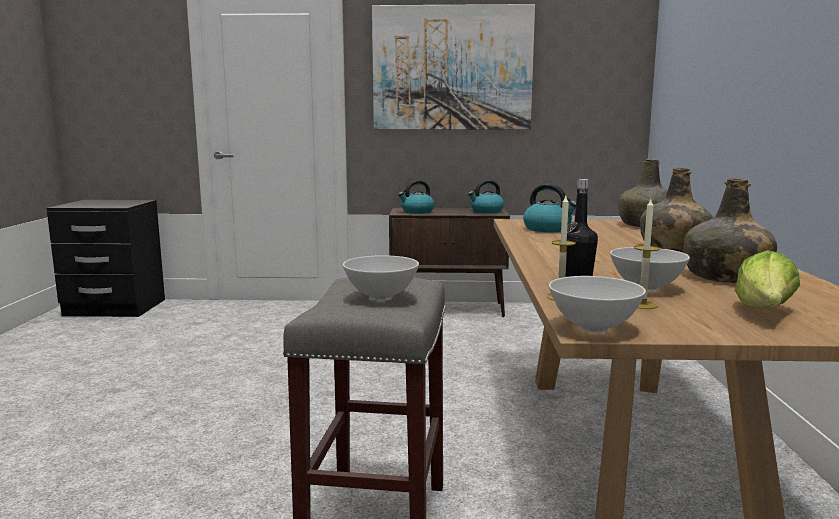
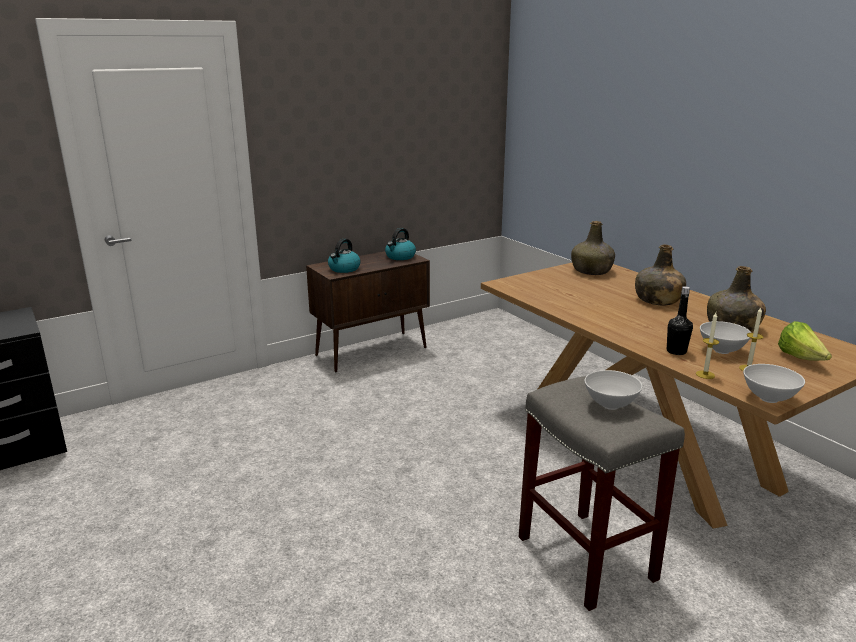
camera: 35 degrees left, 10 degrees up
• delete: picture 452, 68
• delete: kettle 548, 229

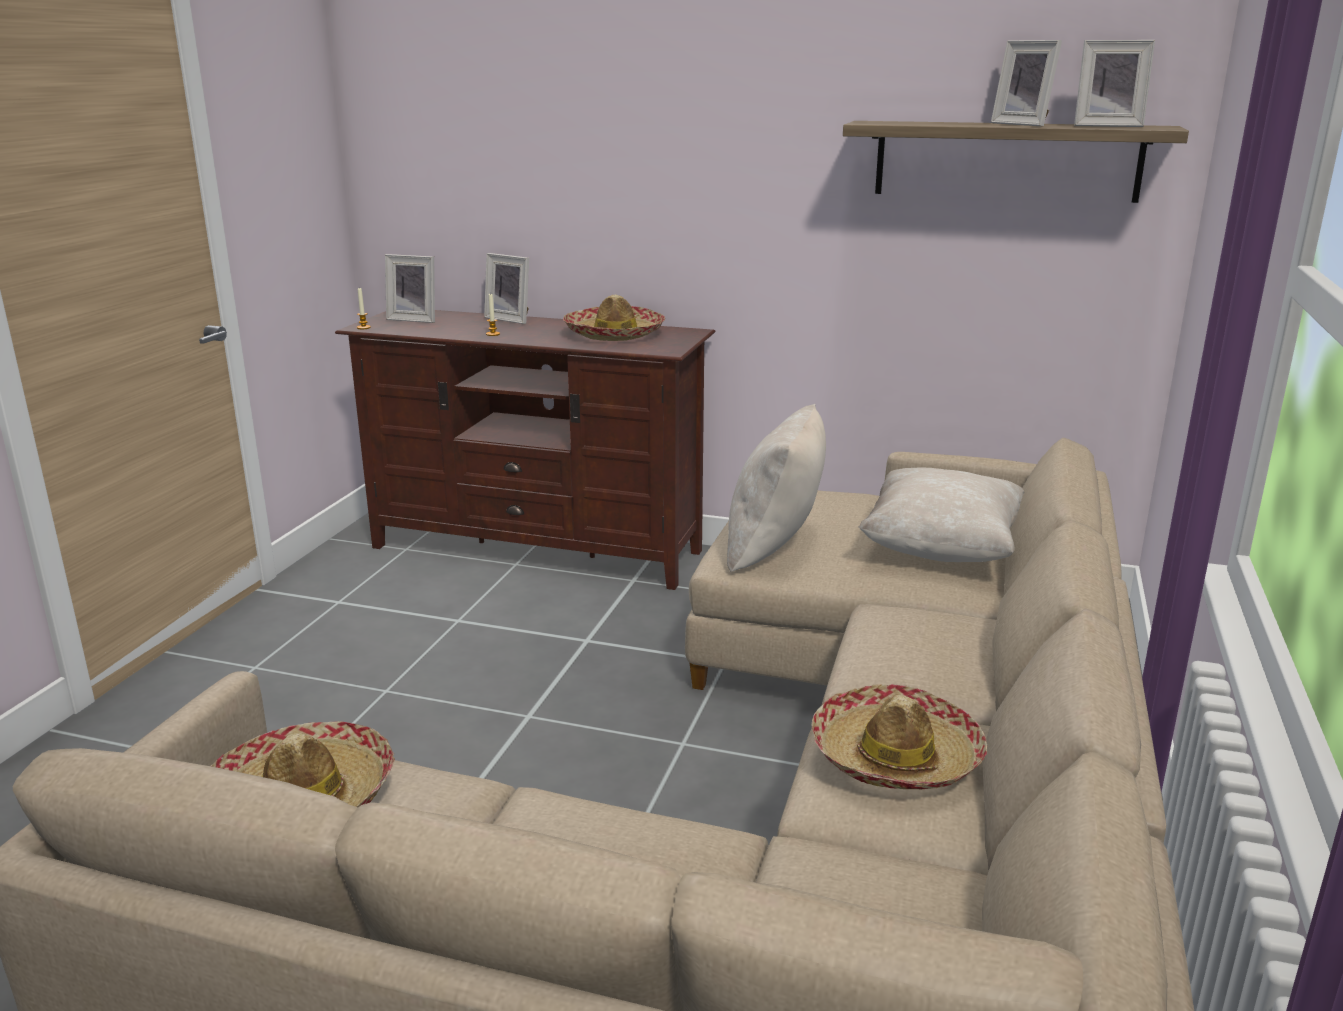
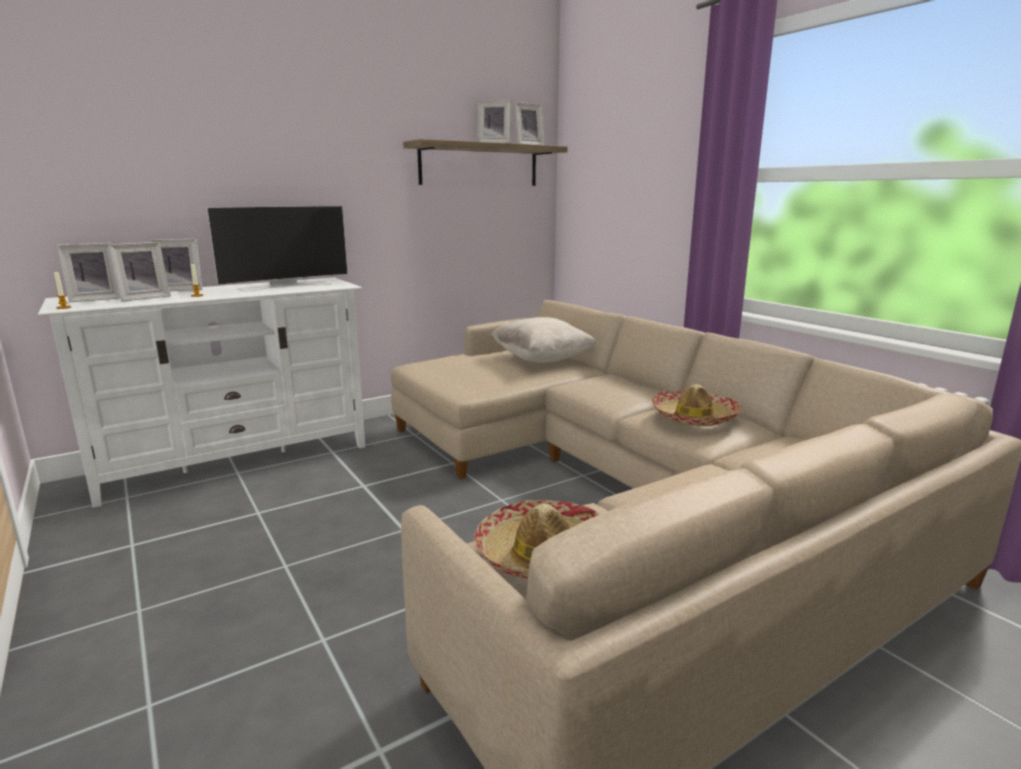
camera: 50 degrees left, 5 degrees down
• replace: hat 614, 334 to television 285, 285
• recolor: brown tv stand 538, 549 to white tv stand 237, 461
• delete: beige pillow 774, 548
• insert: picture frame 144, 298

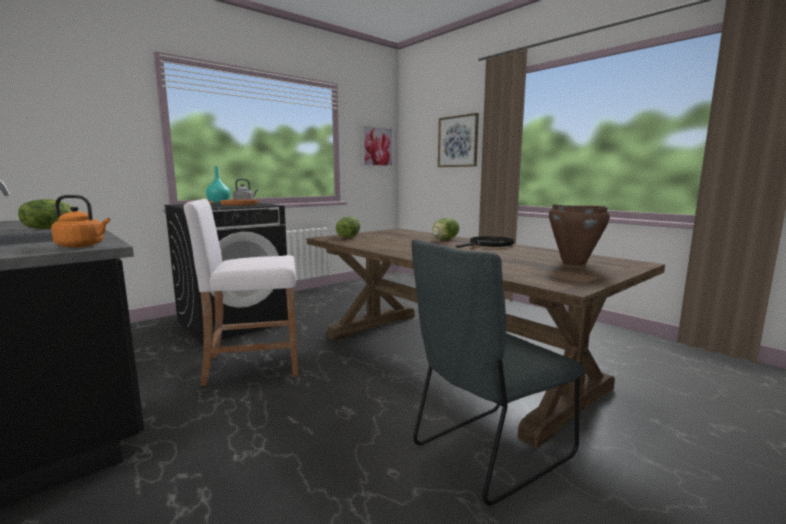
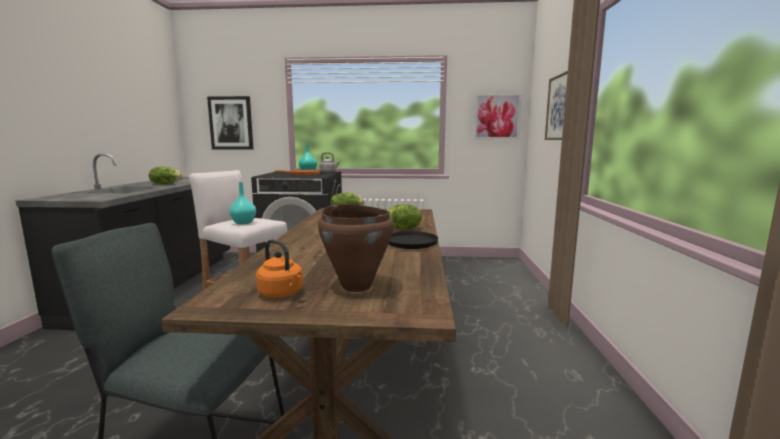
camera: 45 degrees right, 0 degrees up
• move: orange kettle 83, 246 to 282, 294
• insert: picture 231, 123
• insert: turquoise vase 244, 223

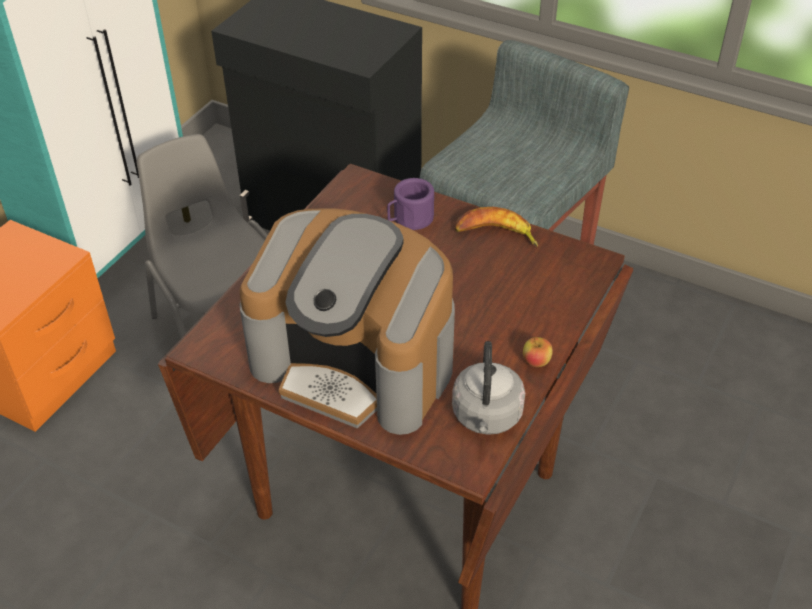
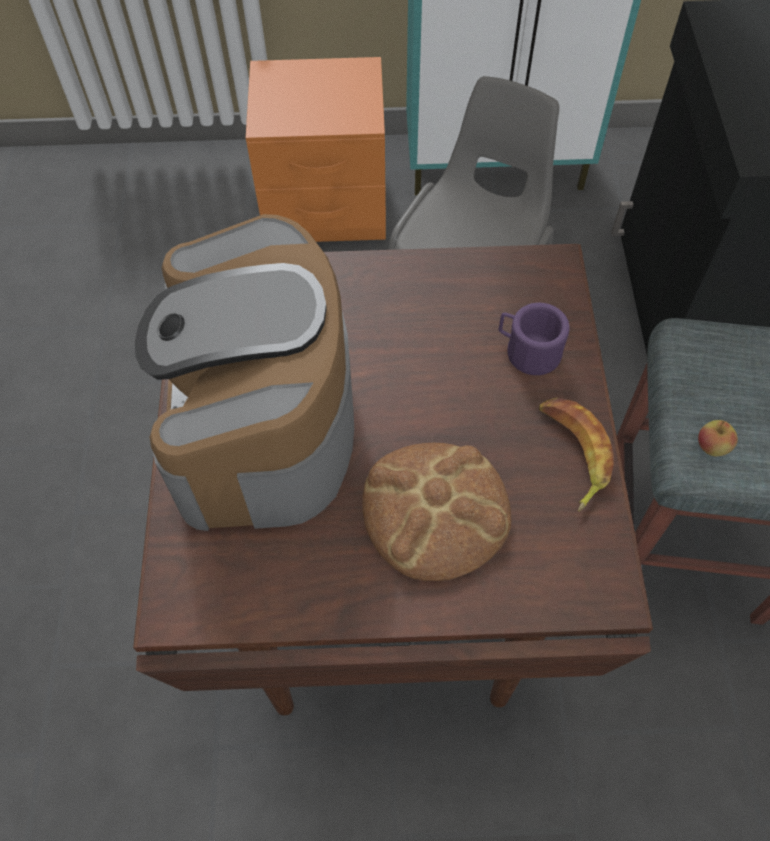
camera: 60 degrees right, 15 degrees up
• move: apple 536, 362 to 711, 446
• delete: grey kettle 486, 417
• insert: bread 435, 510

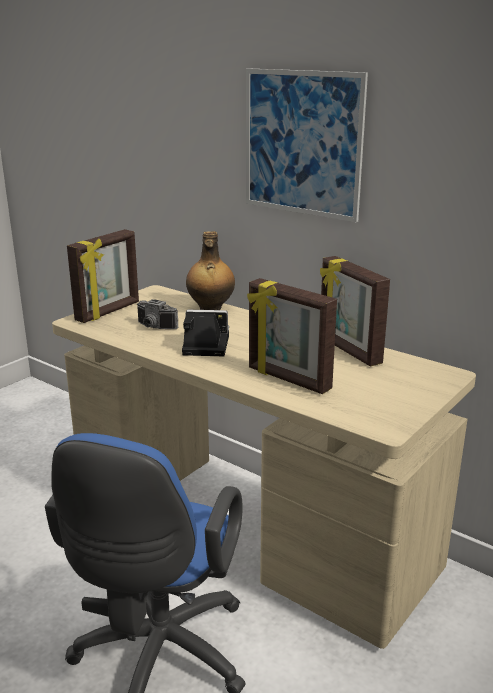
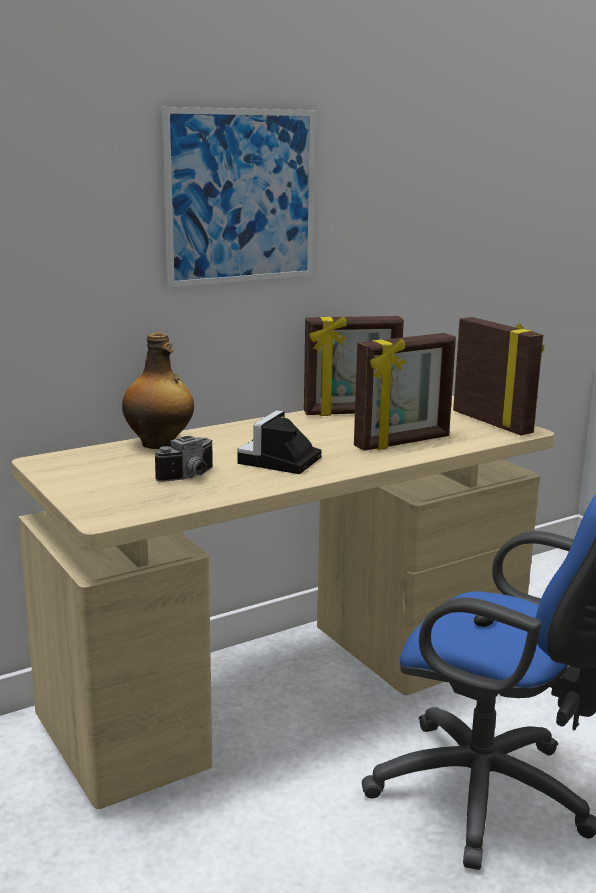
camera: 70 degrees left, 5 degrees down
• move: picture frame 108, 312 to 493, 422

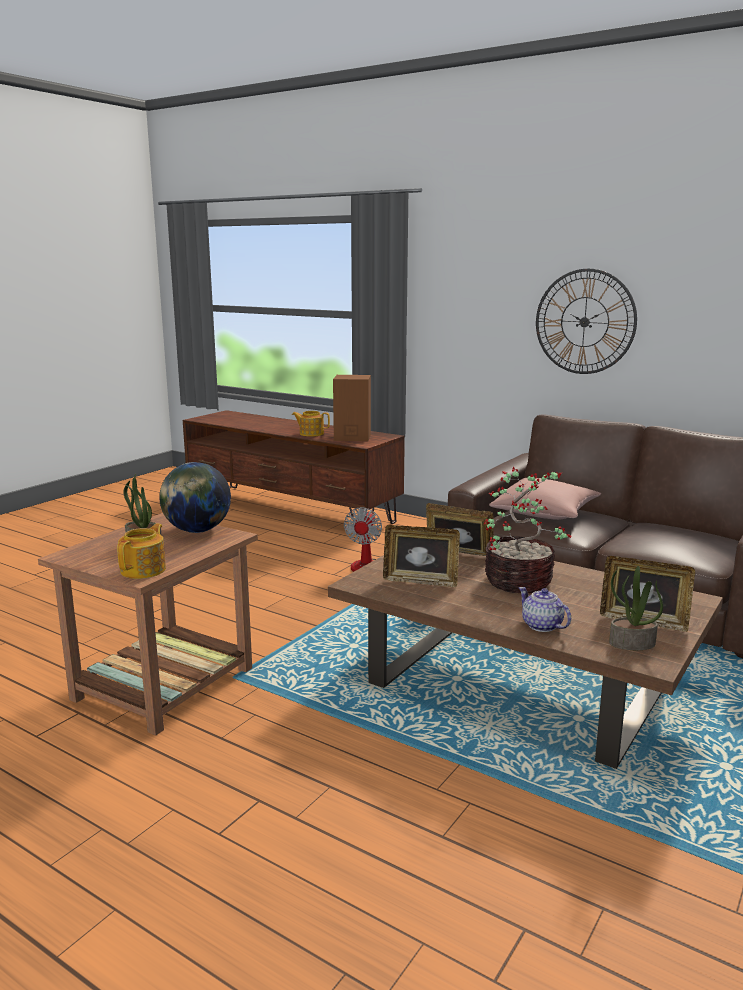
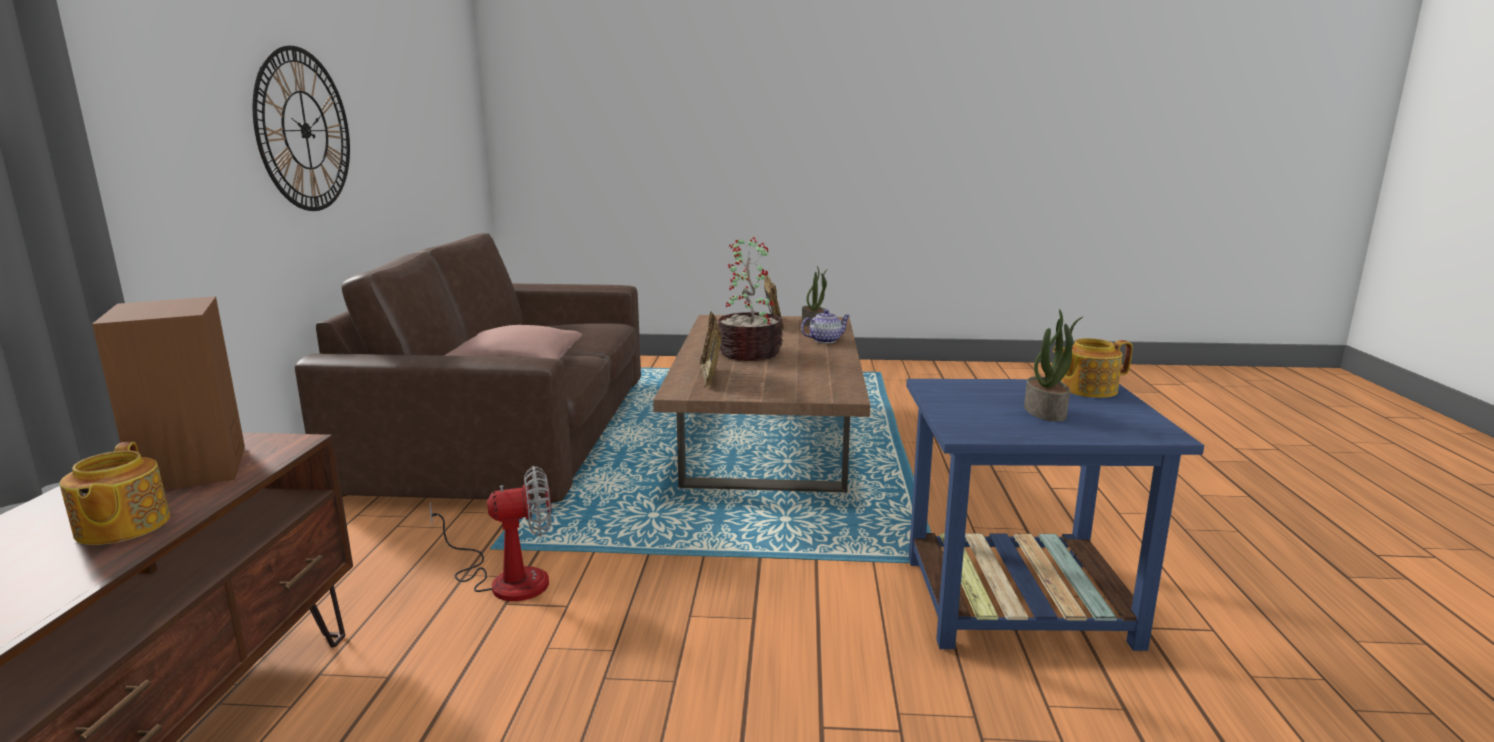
camera: 120 degrees left, 0 degrees up
• delete: globe 197, 531
• recolor: brown side table 162, 685 to blue side table 1020, 600
• delete: picture frame 420, 581
• rotate: teapot 542, 626 = 824, 340 135 degrees counterclockwise

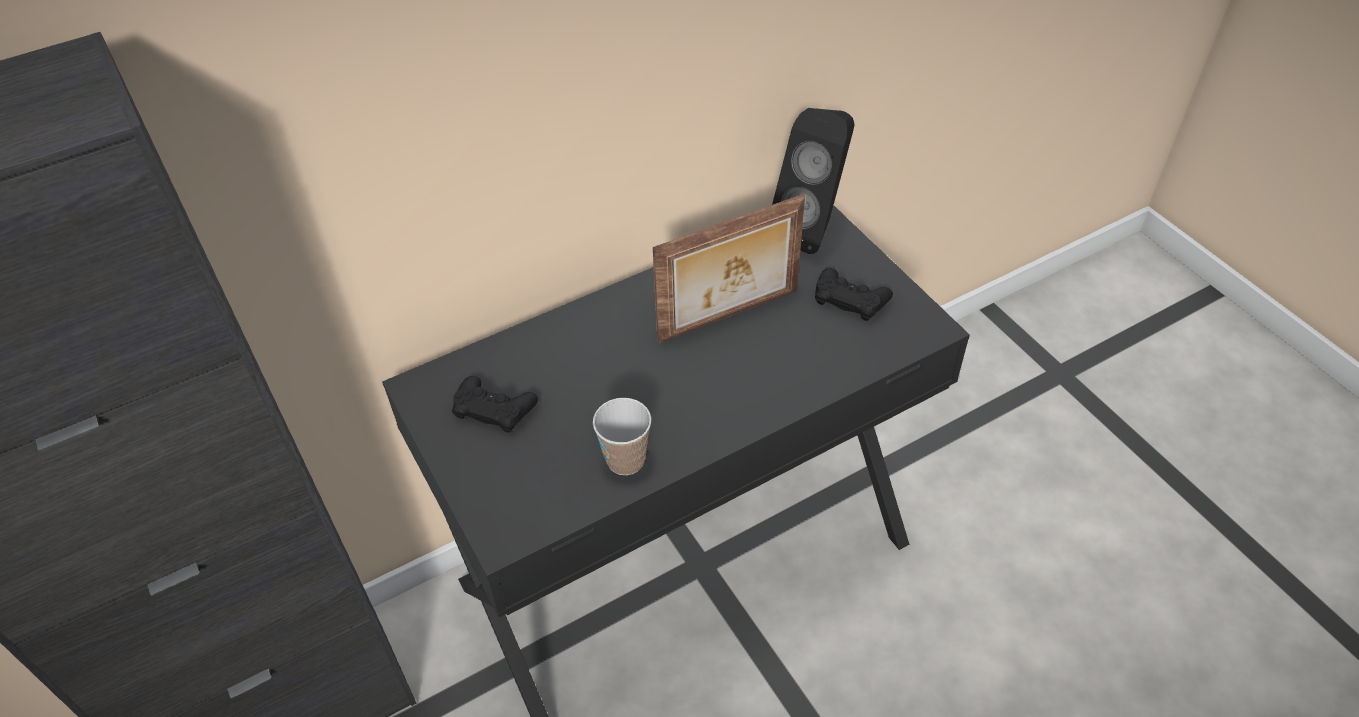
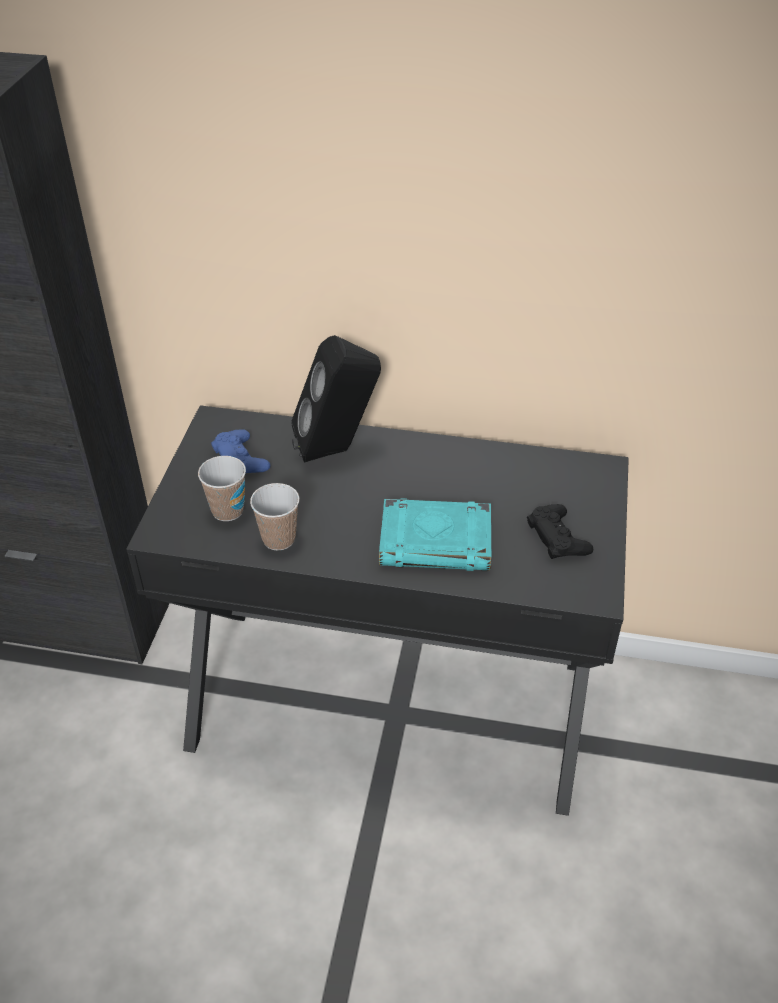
camera: 40 degrees right, 5 degrees down
• move: black speaker 812, 229 to 337, 450
• delete: picture frame 729, 317
• recolor: black game controller 494, 408 to blue game controller 240, 459
• insert: cup 227, 510
• insert: turquoise book 437, 542

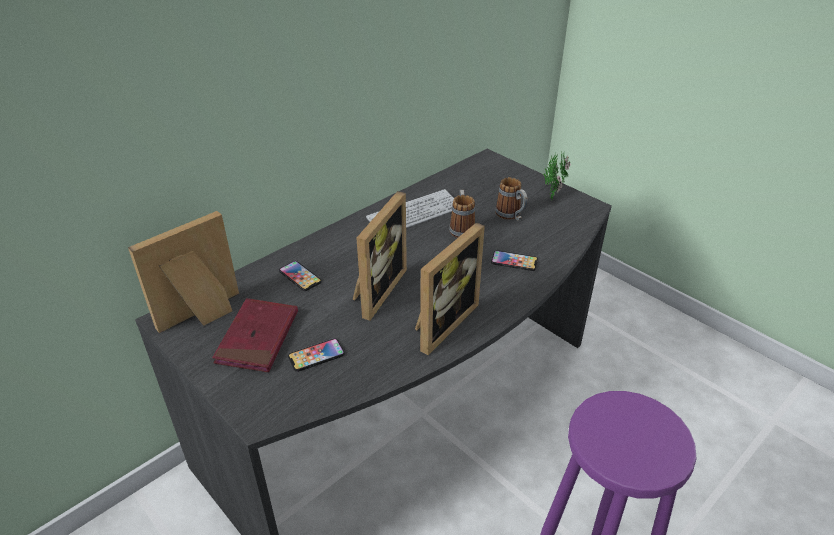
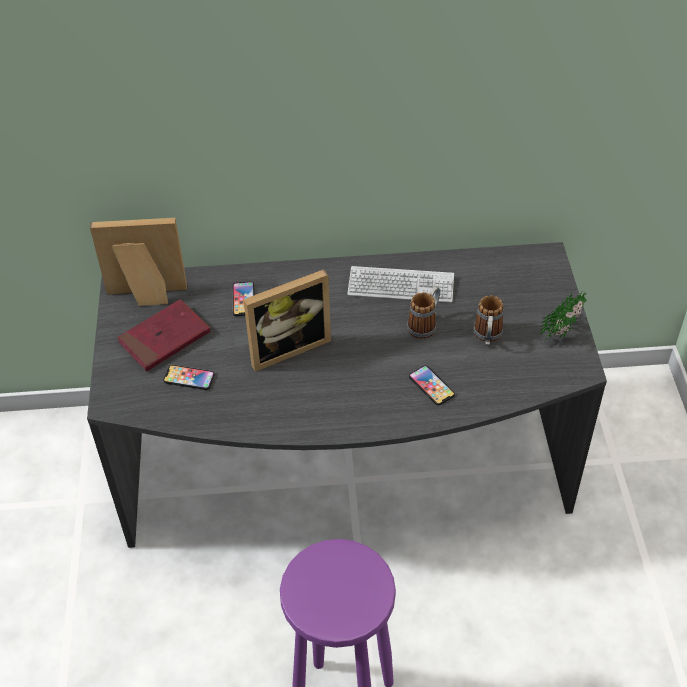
camera: 40 degrees right, 10 degrees up
• delete: picture frame 441, 323

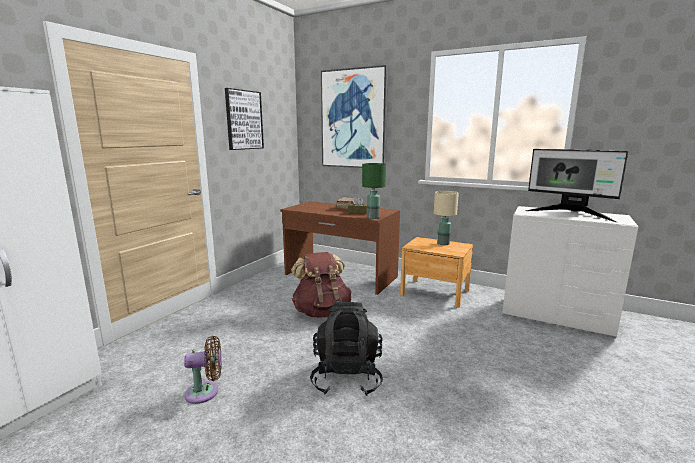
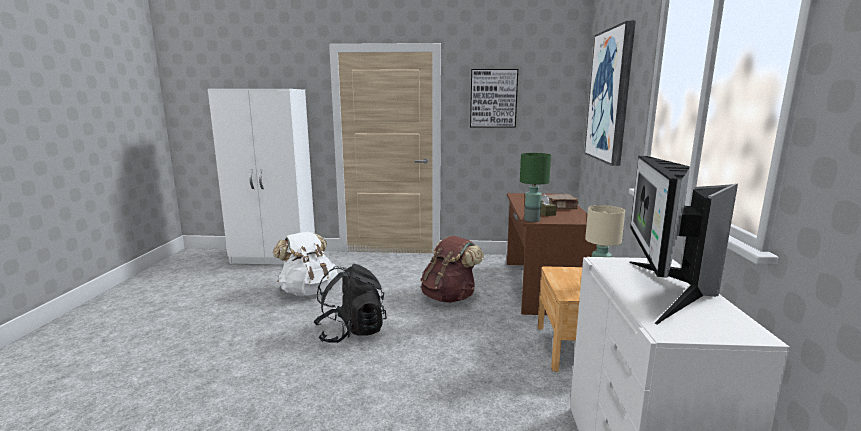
camera: 65 degrees right, 0 degrees up
• replace: brown fan 206, 392 to white backpack 308, 291

